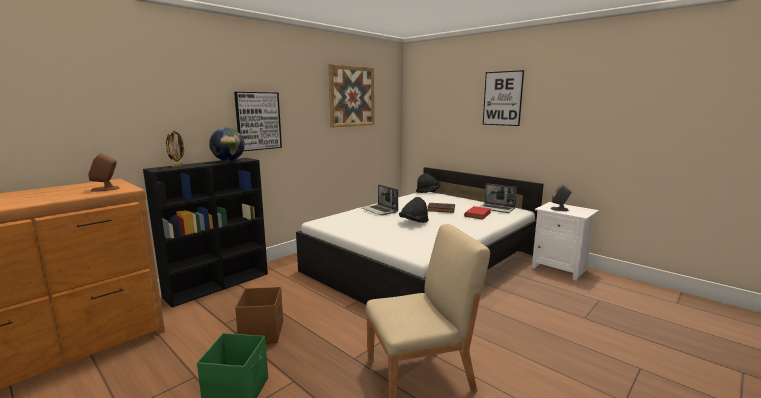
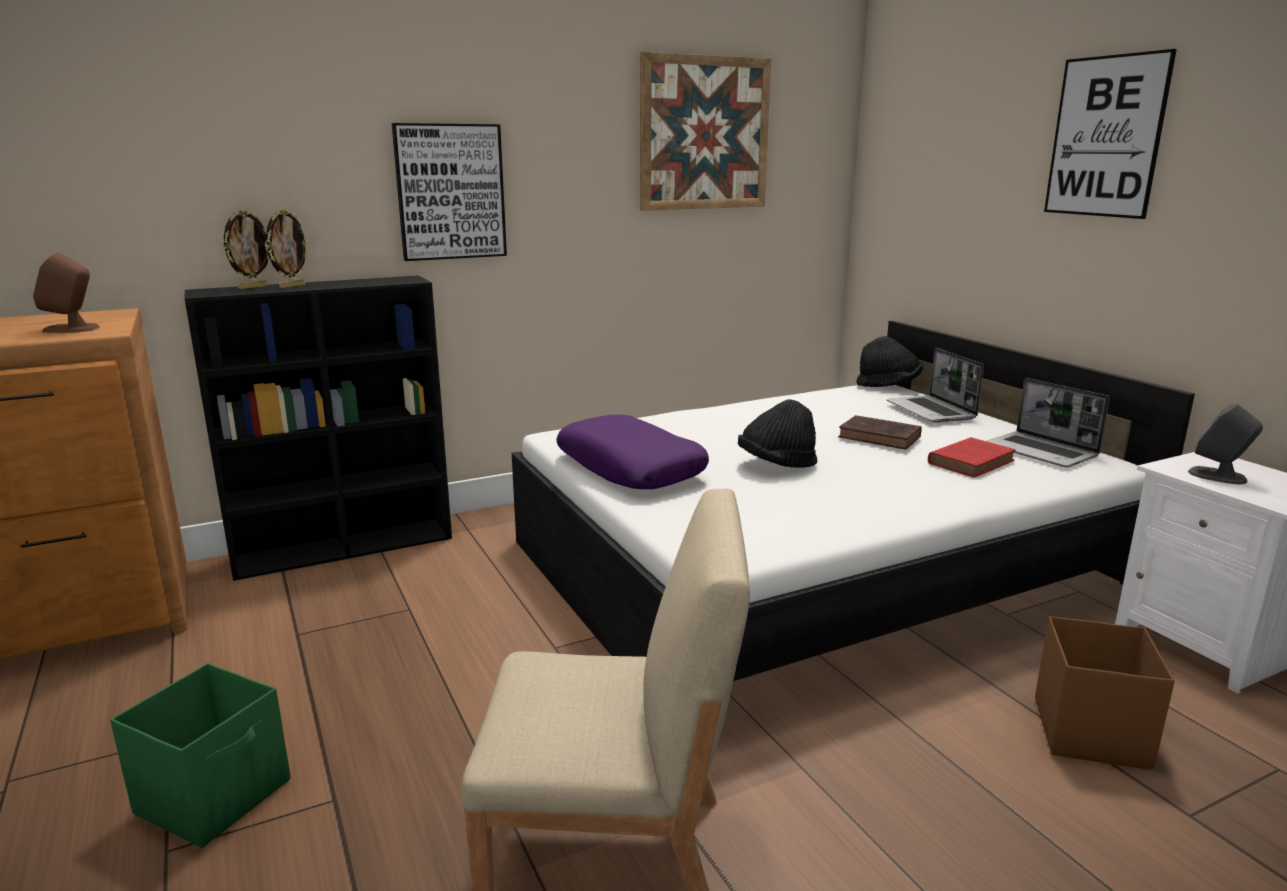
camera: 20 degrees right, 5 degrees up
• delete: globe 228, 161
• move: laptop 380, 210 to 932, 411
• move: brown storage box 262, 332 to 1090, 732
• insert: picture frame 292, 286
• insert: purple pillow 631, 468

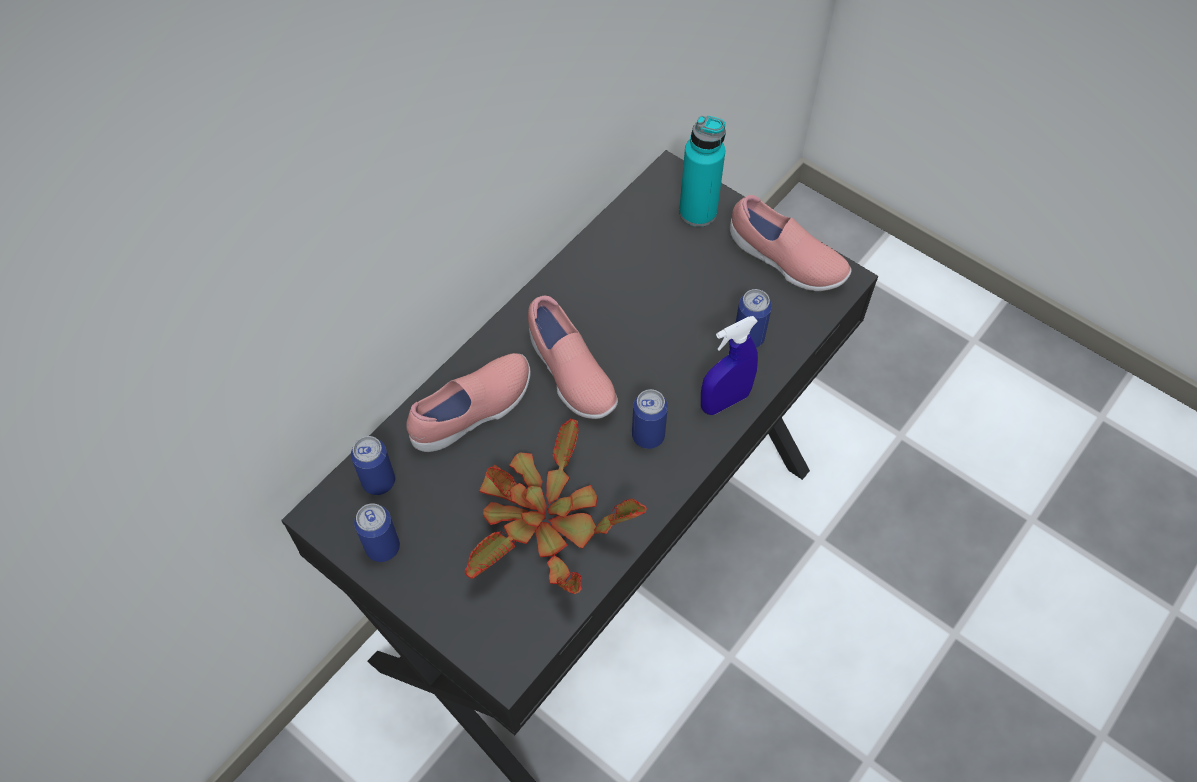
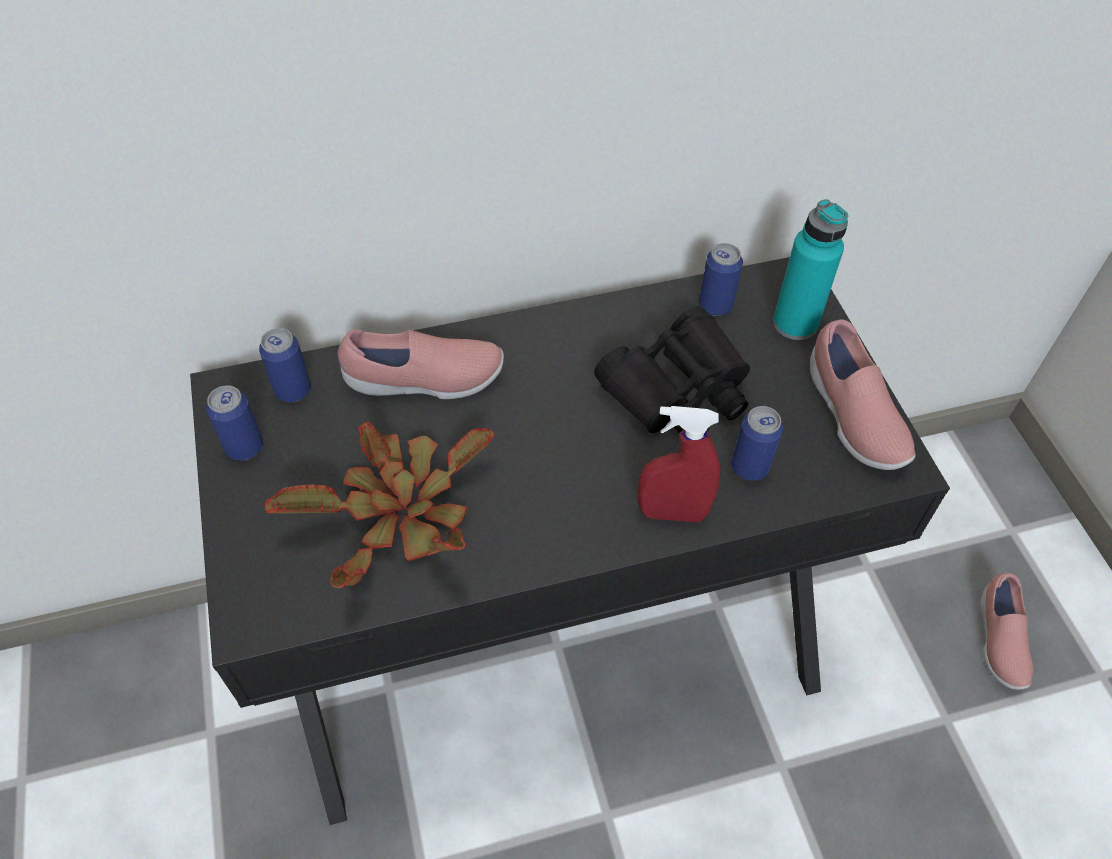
camera: 35 degrees right, 5 degrees down
• move: pink shoe 569, 374 to 998, 640
• recolor: blue spray bottle 724, 401 to red spray bottle 672, 513
• move: can 648, 436 to 715, 305
• insert: black binoculars 677, 390

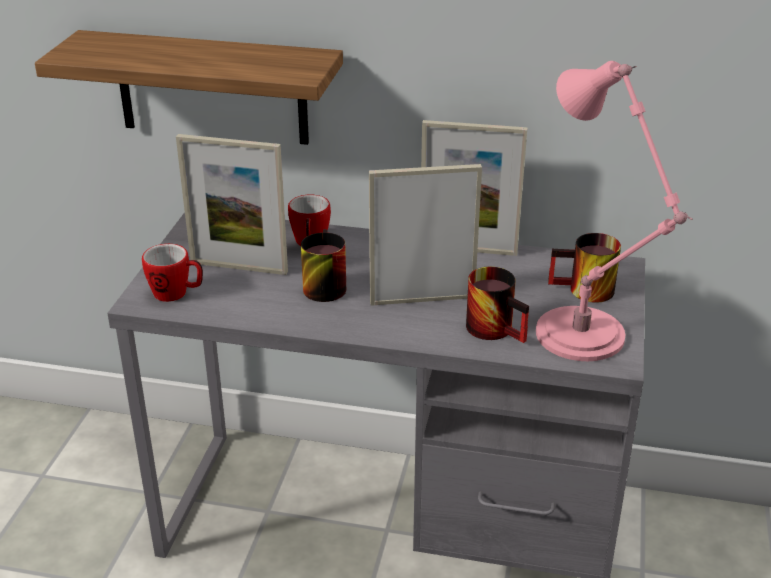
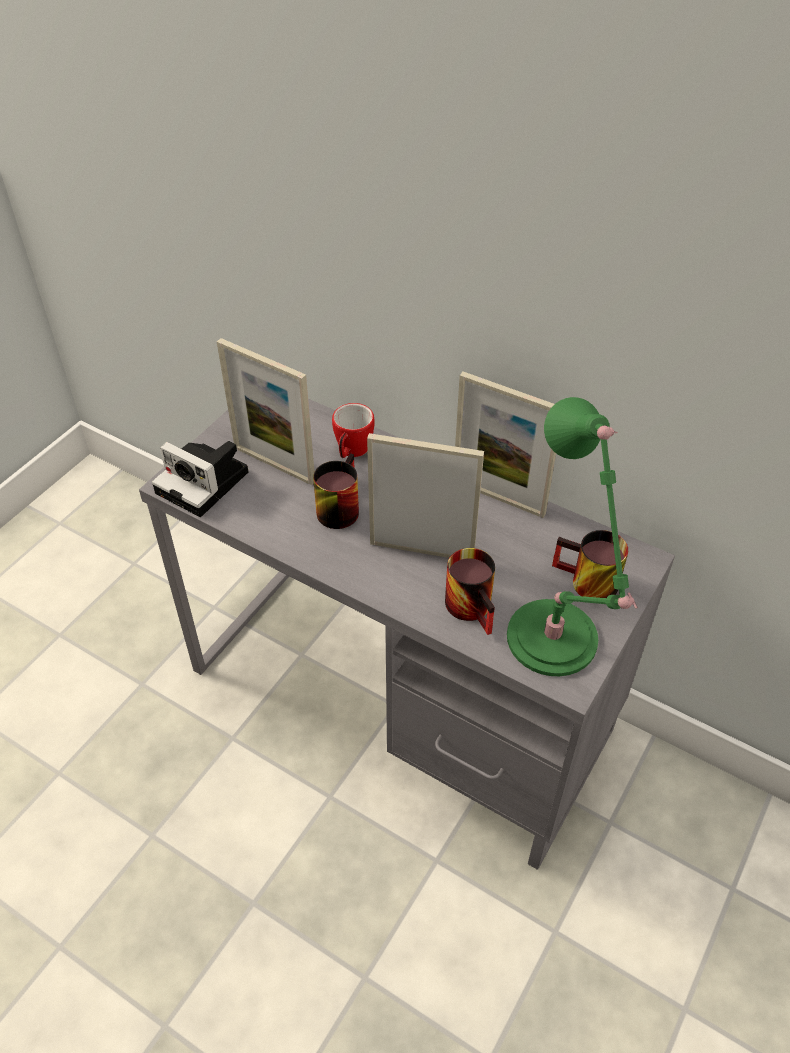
camera: 20 degrees right, 15 degrees up
• delete: shelf 212, 88
• recolor: pink table lamp 585, 338 to green table lamp 554, 645
• replace: mug 177, 294 to photo camera 206, 483

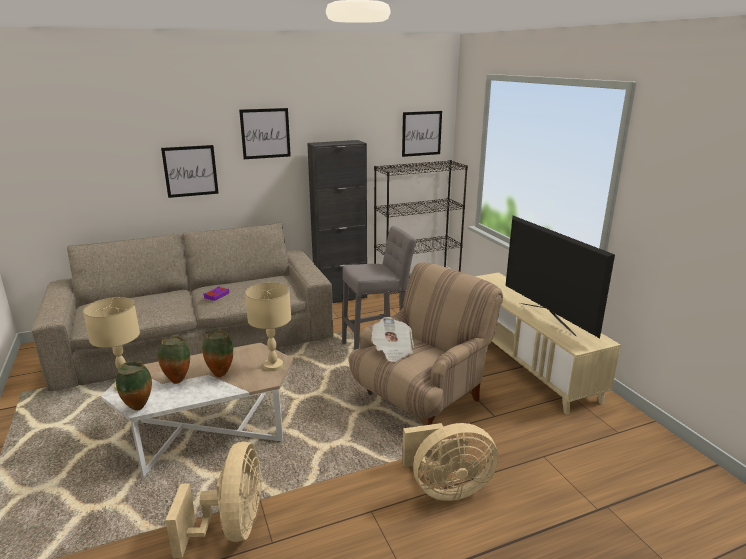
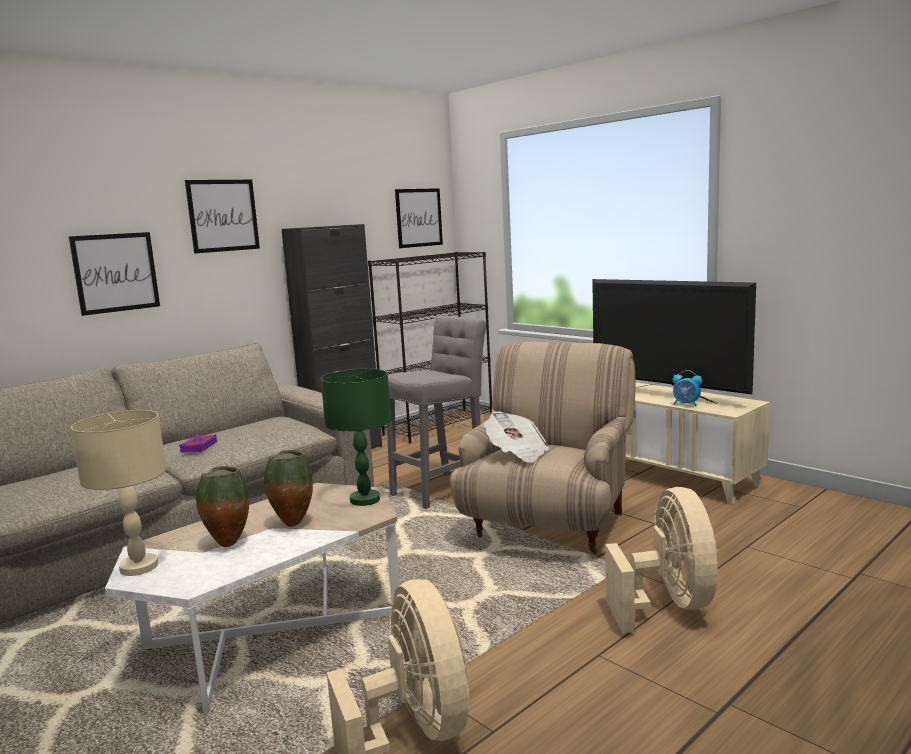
camera: 20 degrees left, 10 degrees down
• recolor: beige table lamp 273, 366 to green table lamp 364, 500
• delete: vase 139, 408
• rotate: beige fan 446, 488 = 669, 605 60 degrees counterclockwise
• insert: alarm clock 686, 404

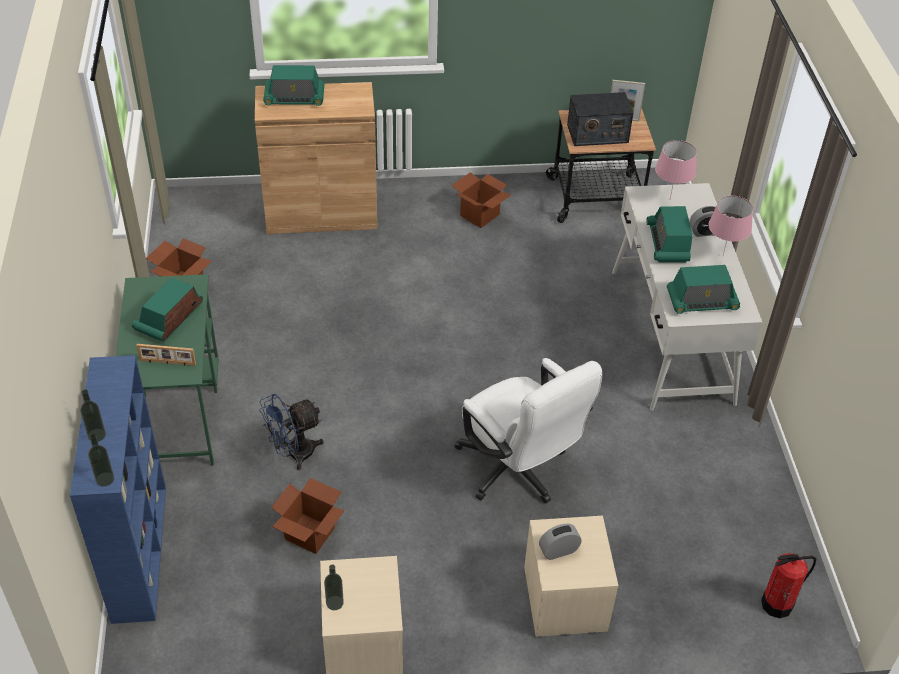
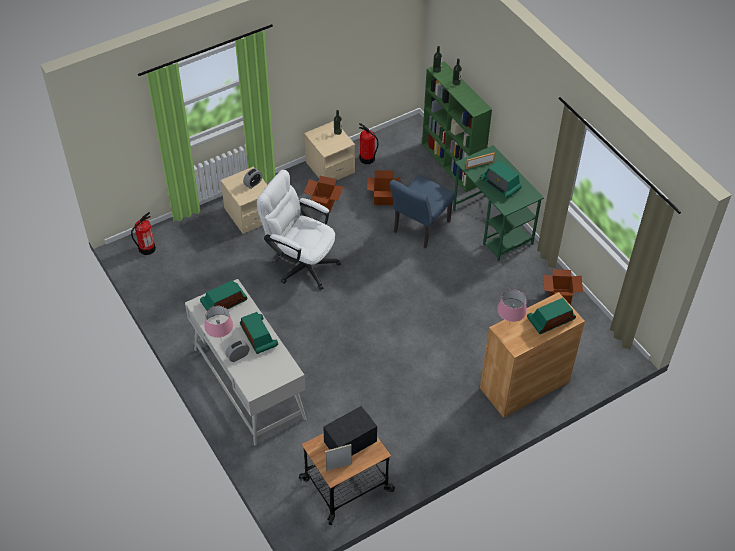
camera: 155 degrees right, 5 degrees up
• move: pink table lamp 669, 199 to 509, 326
• move: cardboard box 479, 215 to 323, 204
• rotate: radio 169, 318 = 500, 185 135 degrees clockwise
• recolor: blue bookcase 139, 551 to green bookcase 452, 164
• replace: blue fan 293, 454 to blue chair 418, 229
• insert: fire extinguisher 367, 159

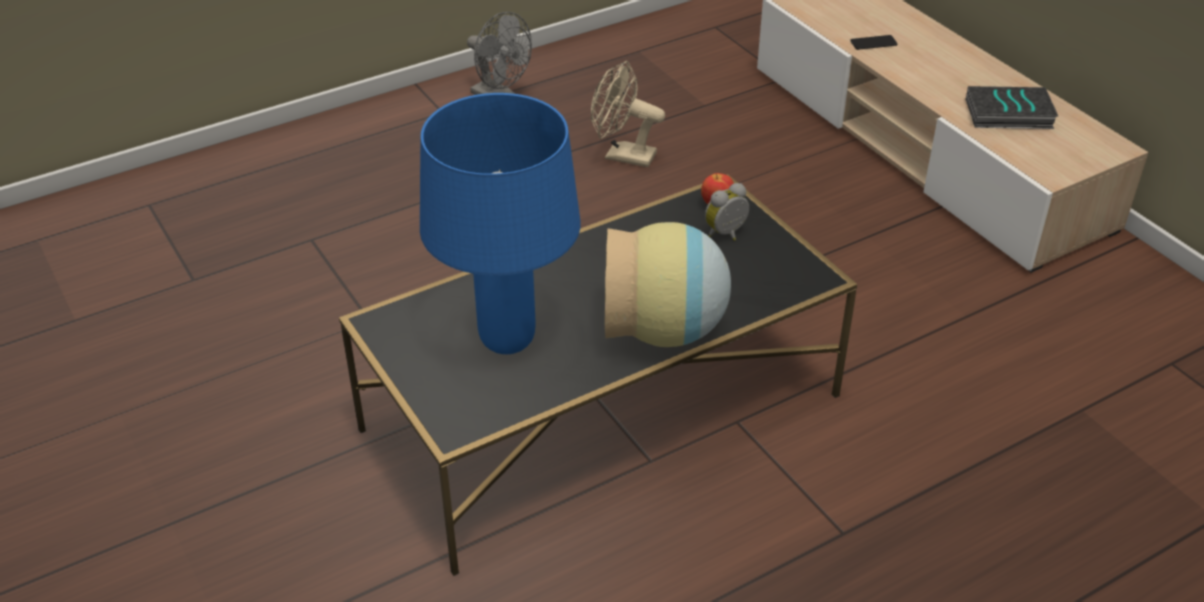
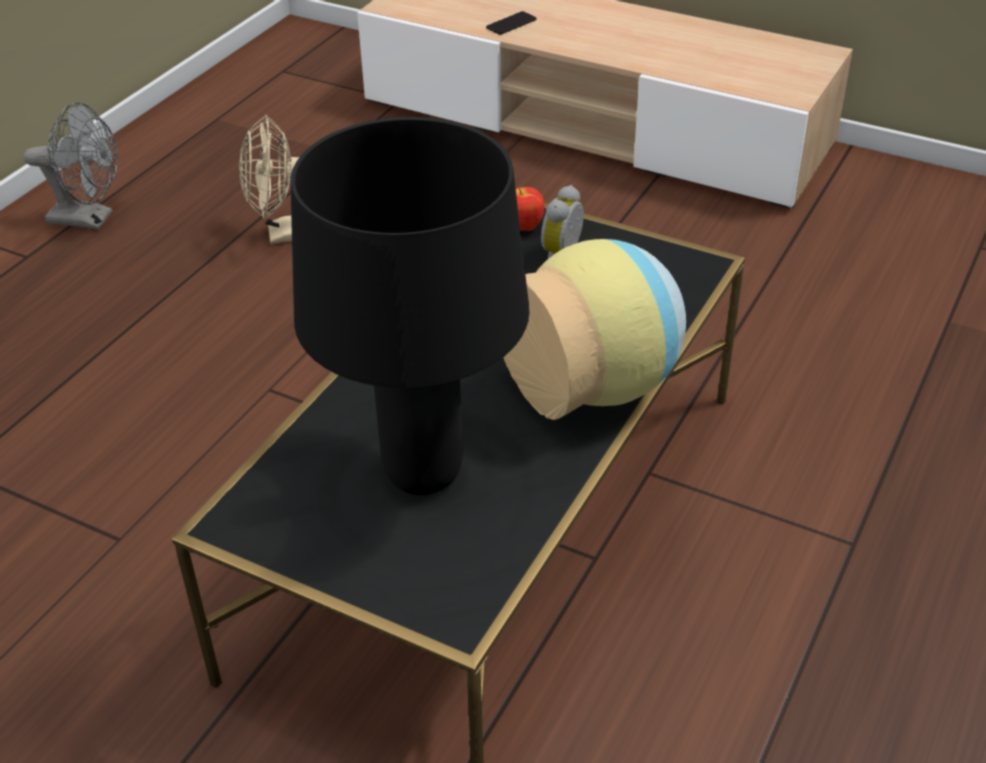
camera: 30 degrees left, 0 degrees up
• delete: book 1008, 115
• recolor: blue table lamp 506, 340 to black table lamp 421, 474

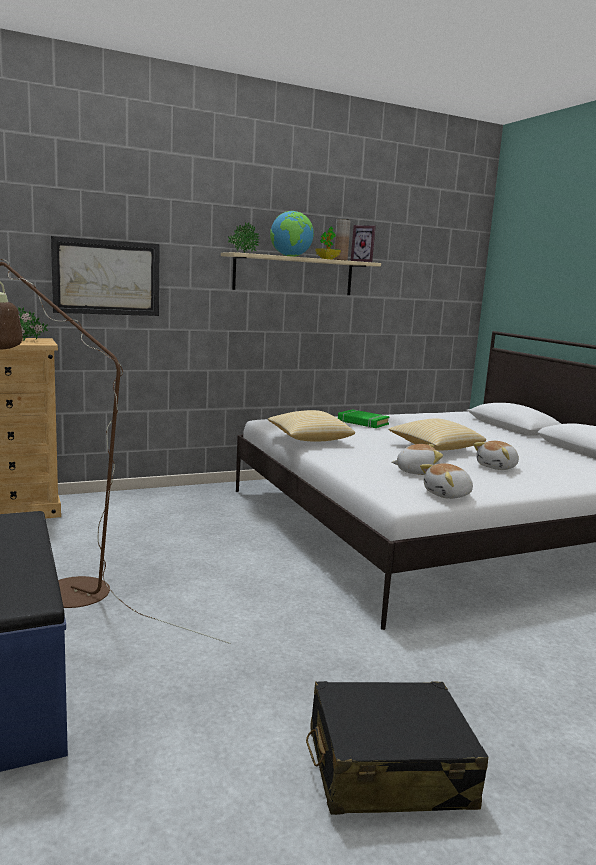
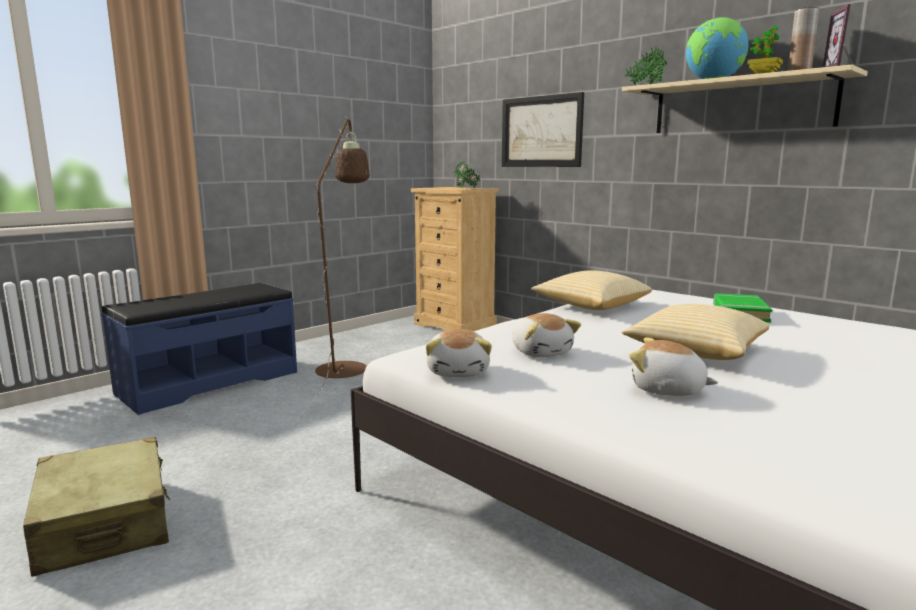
camera: 70 degrees right, 0 degrees up
• rotate: plush toy 448, 495 = 459, 371 135 degrees counterclockwise
• recolor: black suitcase 388, 769 to beige suitcase 105, 523

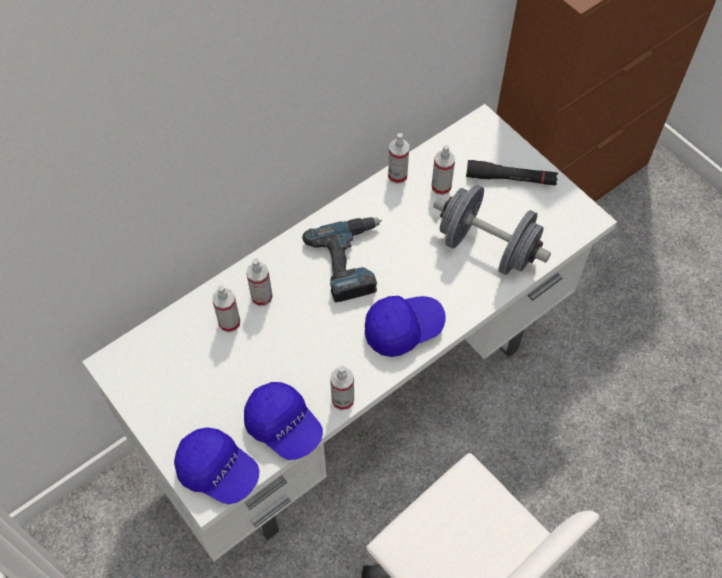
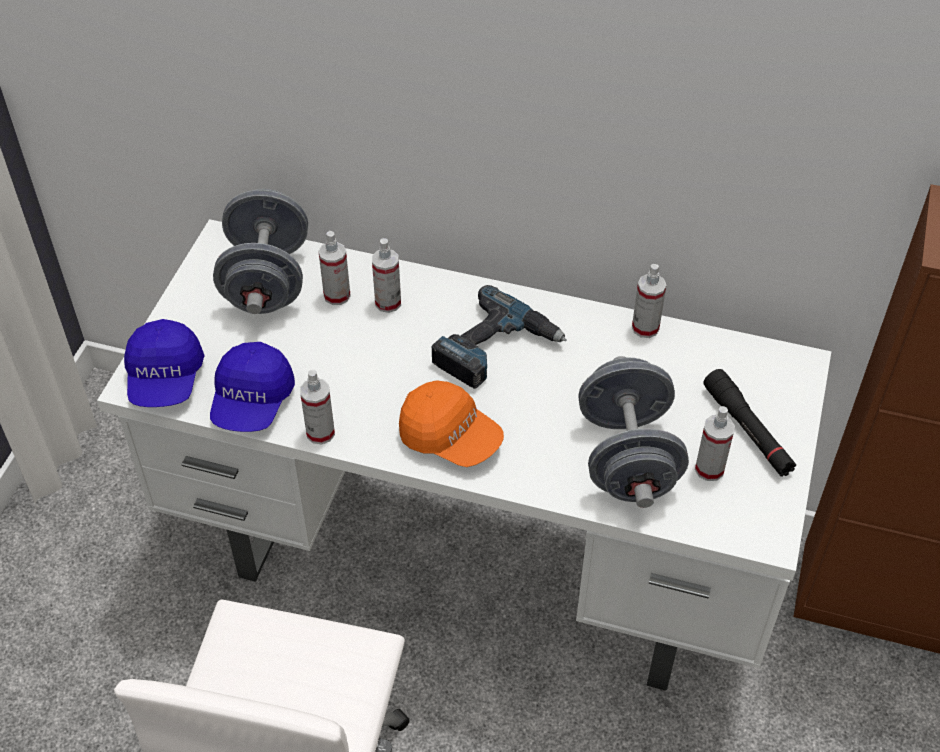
camera: 55 degrees right, 10 degrees down
• move: spray bottle 441, 187 to 709, 469
• recolor: blue cap 403, 329 to orange cap 450, 437
• insert: grey dumbbell 266, 281

